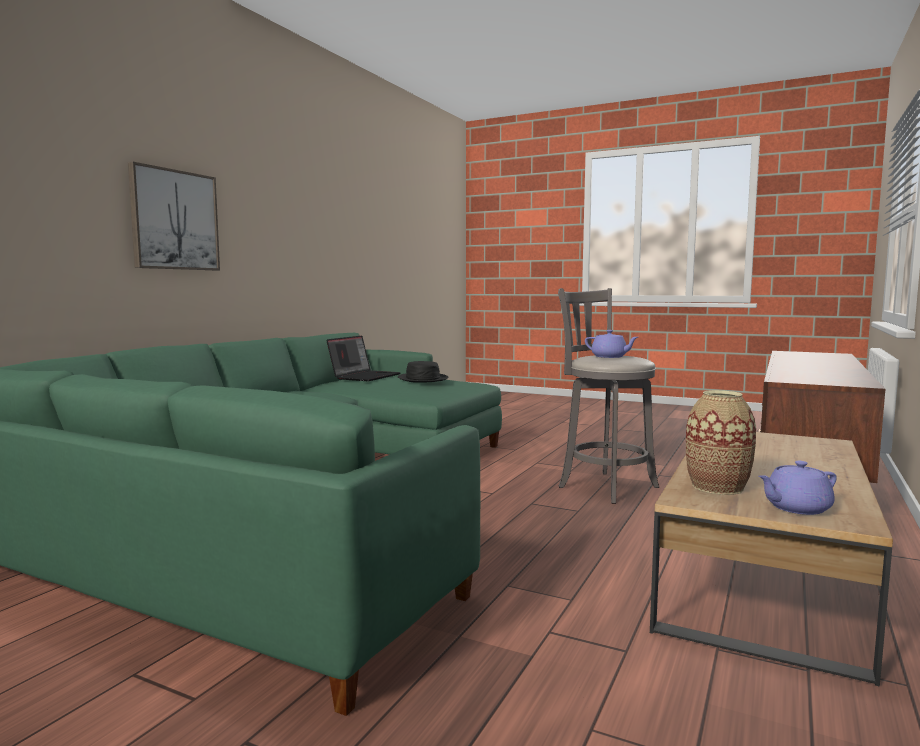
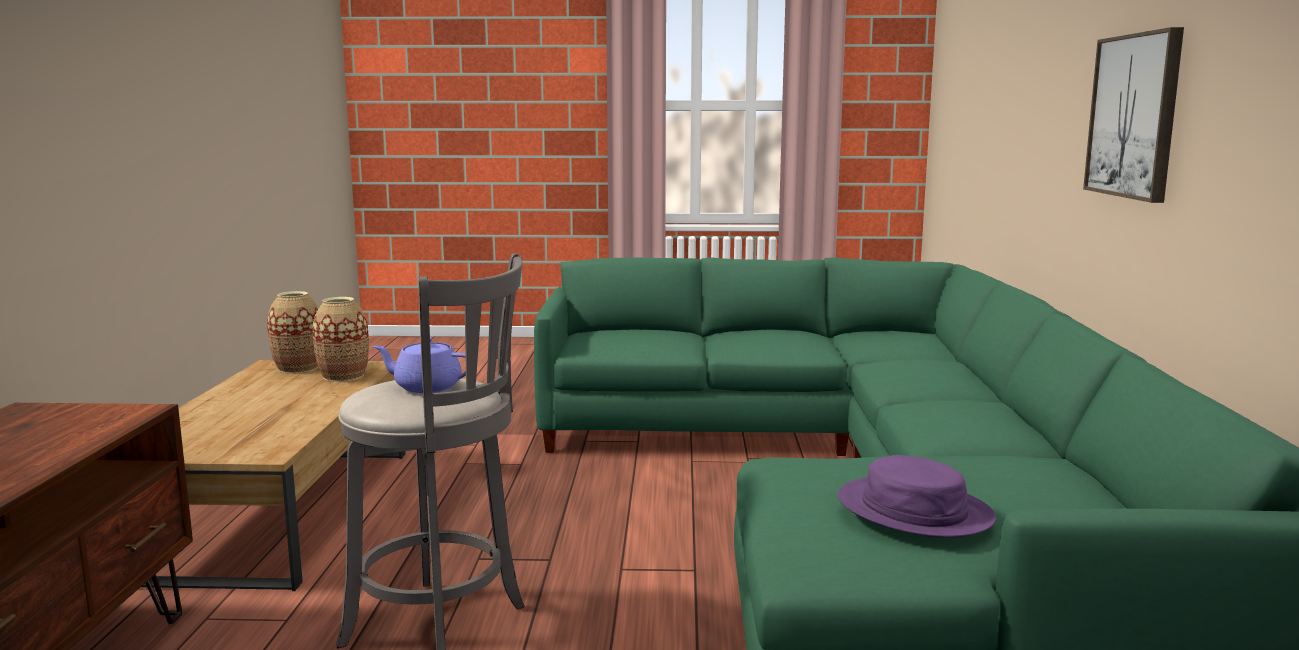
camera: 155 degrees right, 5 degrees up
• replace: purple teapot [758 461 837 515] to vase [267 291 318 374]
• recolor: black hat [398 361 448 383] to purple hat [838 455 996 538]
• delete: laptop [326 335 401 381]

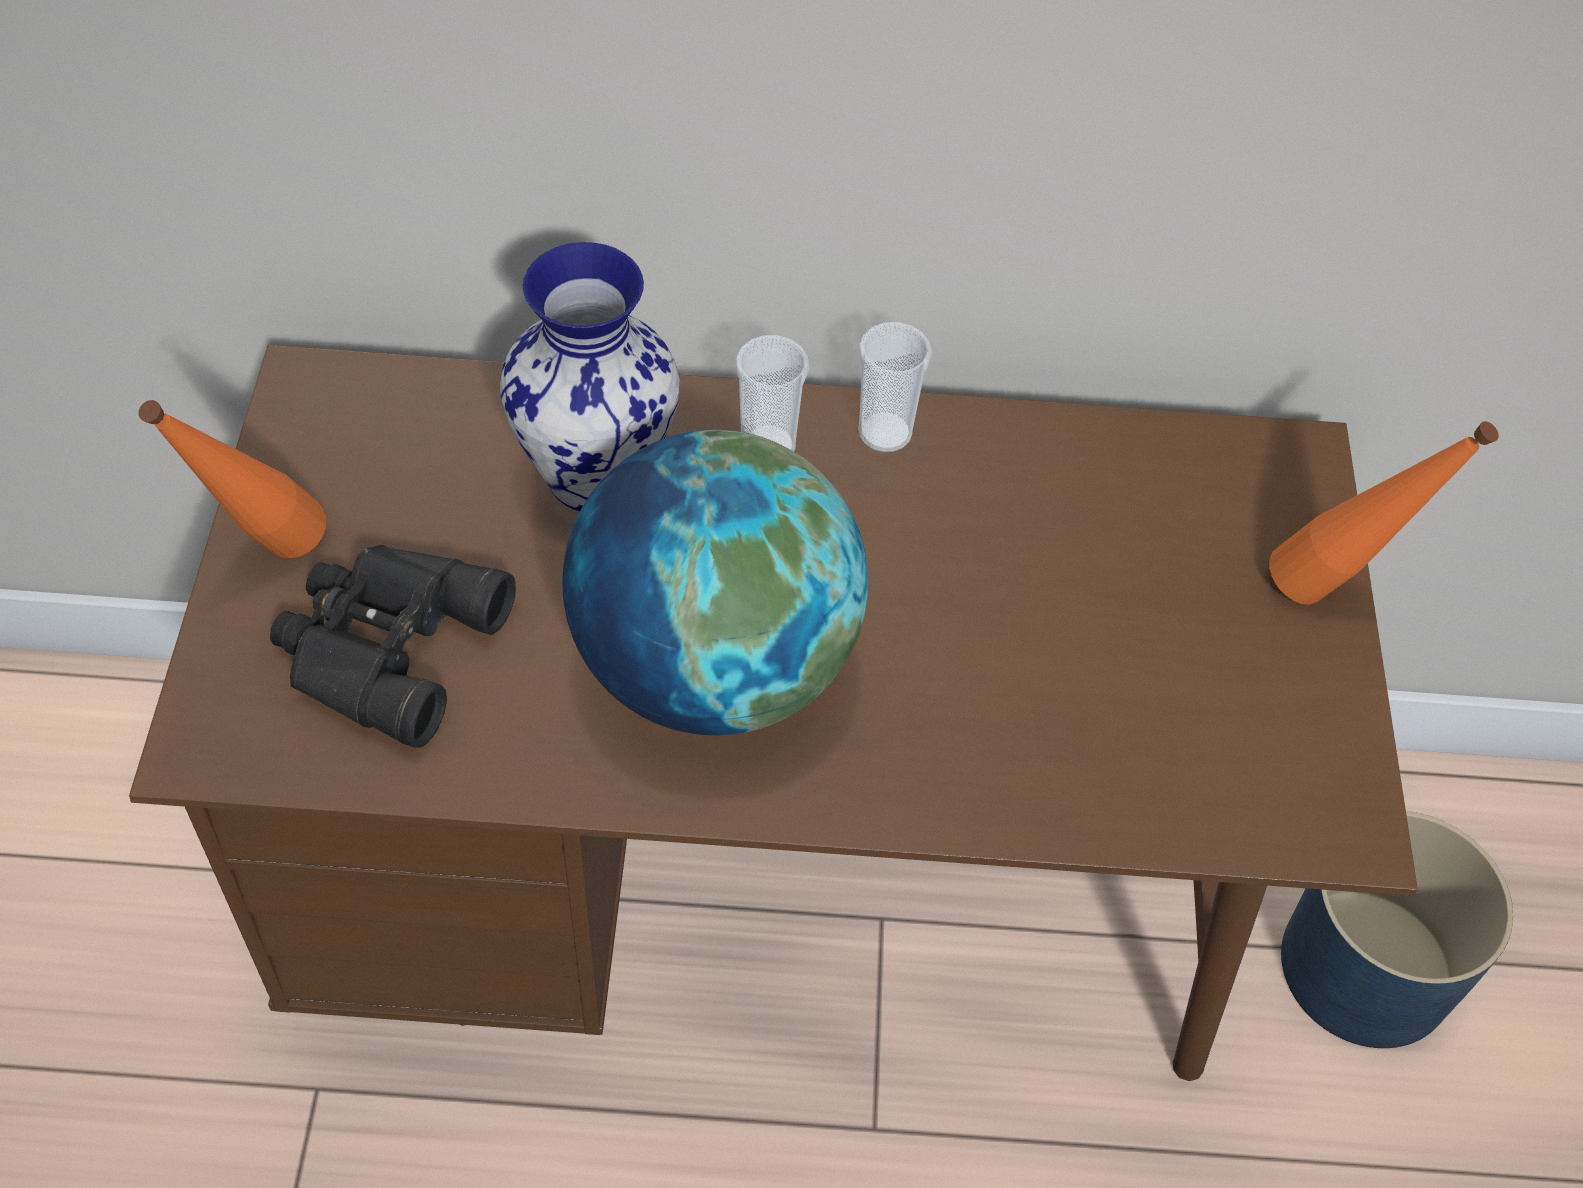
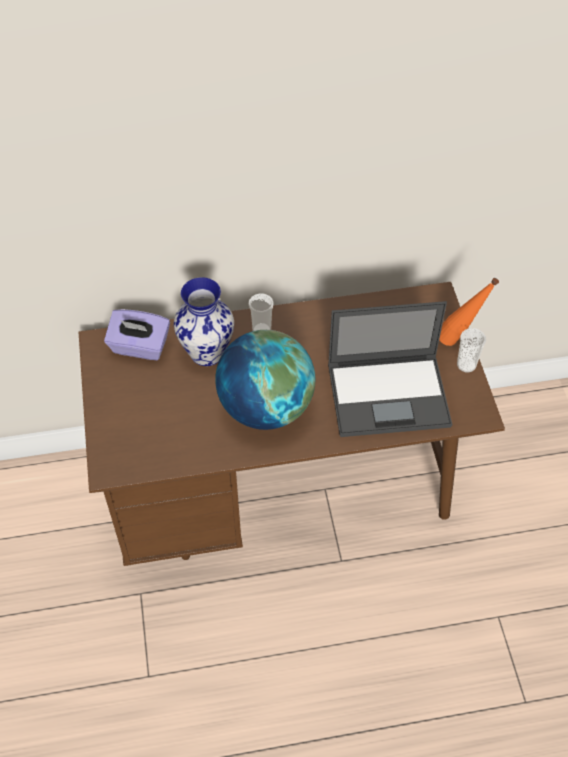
camera: 10 degrees left, 0 degrees up
• insert: purple tissue box [104 309 170 360]
• insert: laptop [328 301 452 437]
• move: cup [858 322 932 452] to [457 328 486 373]
• delete: orange bottle [138 400 326 558]
• delete: black binoculars [270 545 516 748]
• delete: blue planter [1281 811 1513 1048]

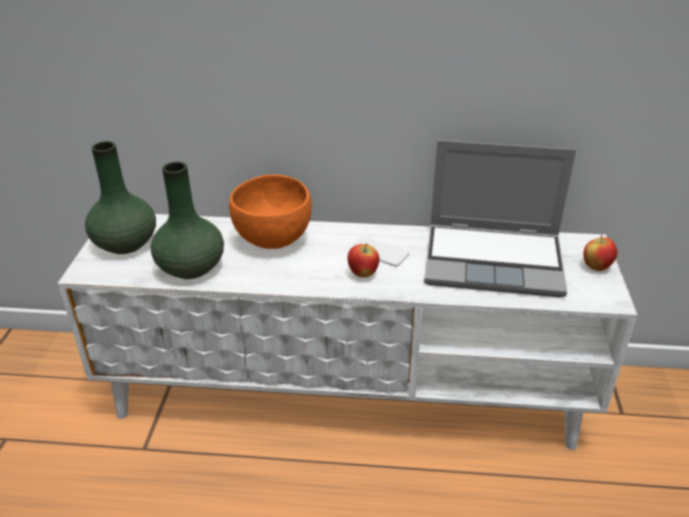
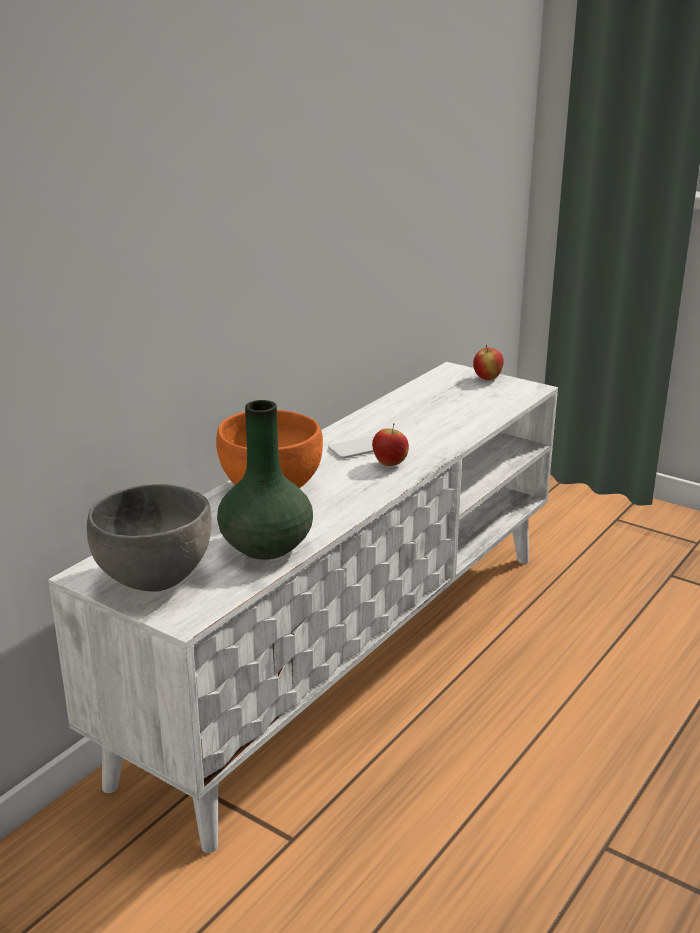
camera: 60 degrees left, 10 degrees down
• replace: green vase [85 141 156 254] to grey bowl [87 484 212 591]
• delete: laptop [424 140 576 297]

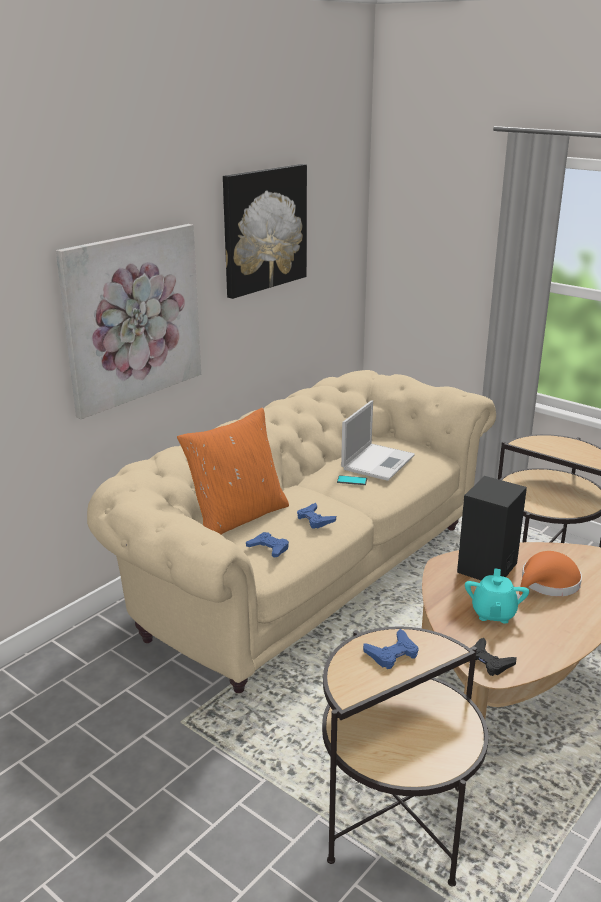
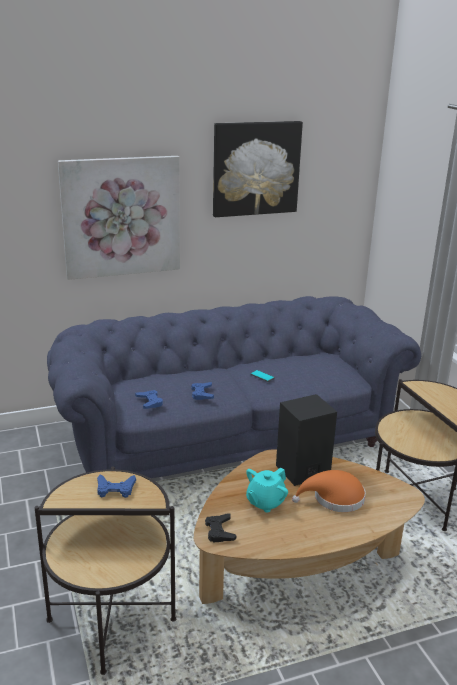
camera: 30 degrees right, 0 degrees up
• recolor: beige sofa [87 370 496 693] to blue sofa [47 296 421 478]
• delete: orange pillow [177 408 289 534]
• delete: laptop [341 400 415 481]

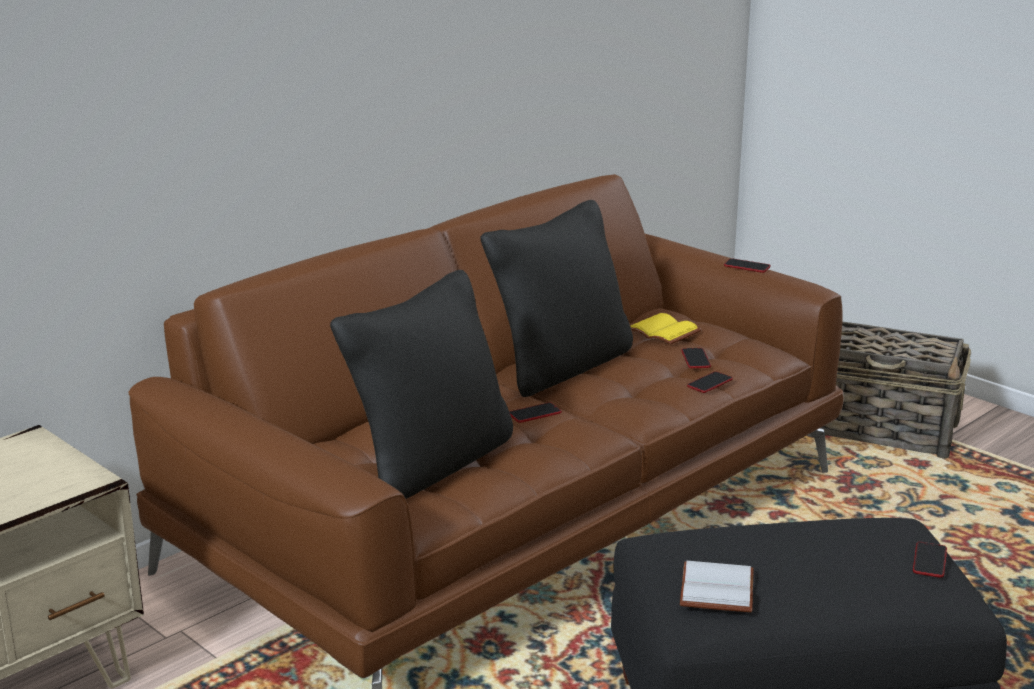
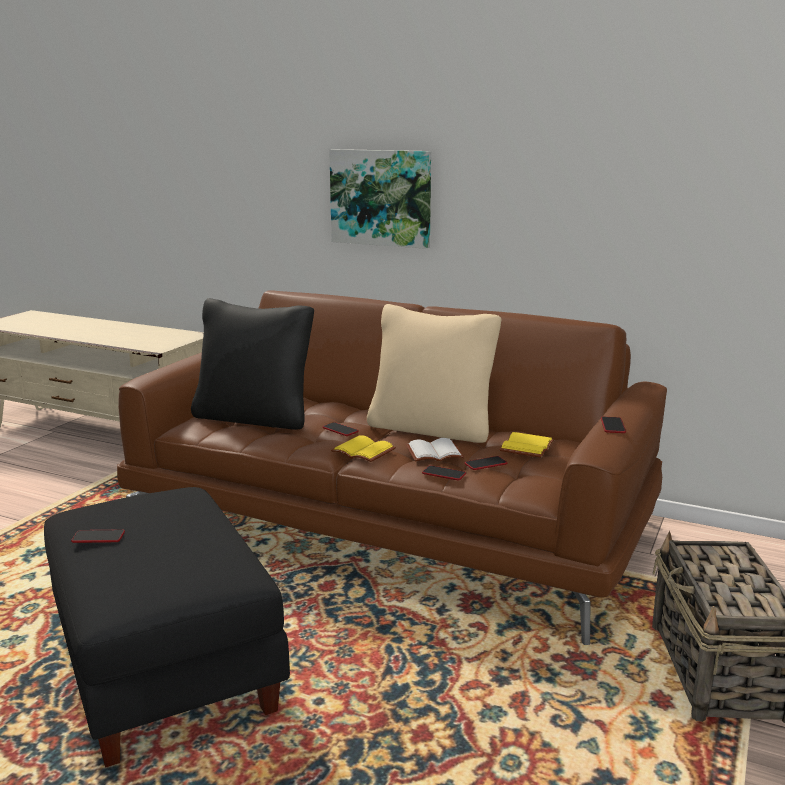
camera: 70 degrees right, 5 degrees down
• move: phone [913 542 947 578] to [71 529 125 543]
• insert: picture [329 149 431 249]
• insert: yellow book [331 436 396 462]
• recolor: black pillow [480 200 633 397] to beige pillow [367 304 501 443]
• move: white book [680 561 753 612] to [406 438 464 462]

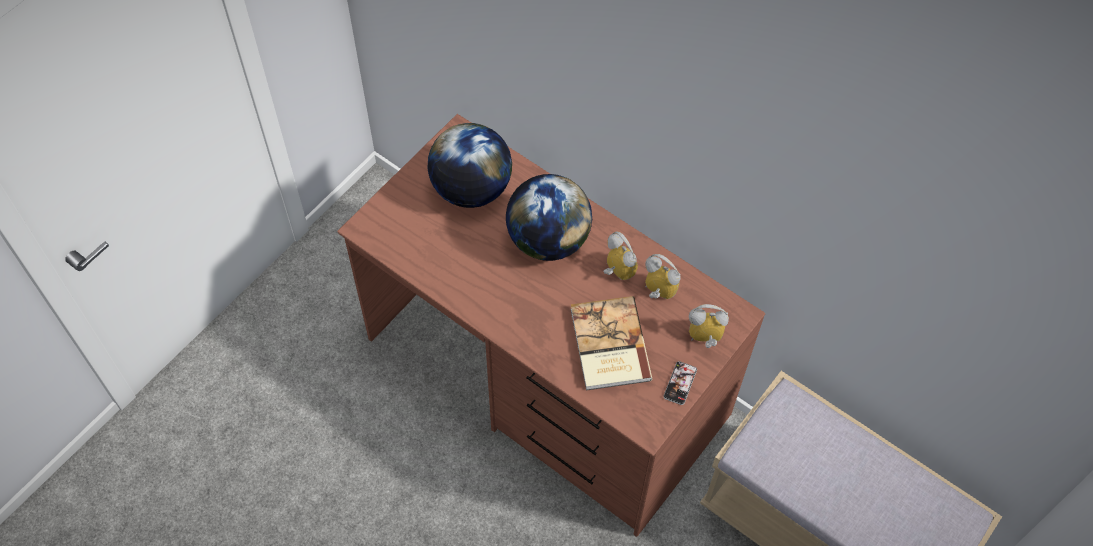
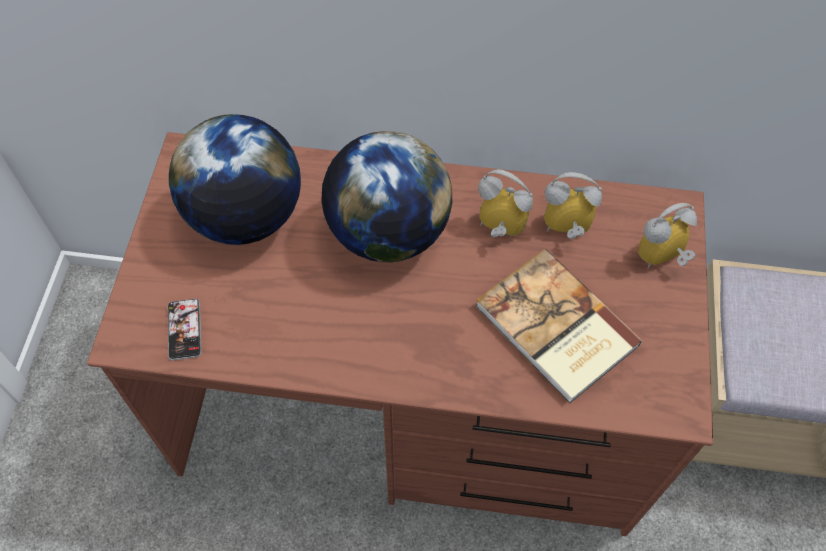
camera: 30 degrees left, 0 degrees up
• move: phone [663 361 697 405] to [168 299 202 360]

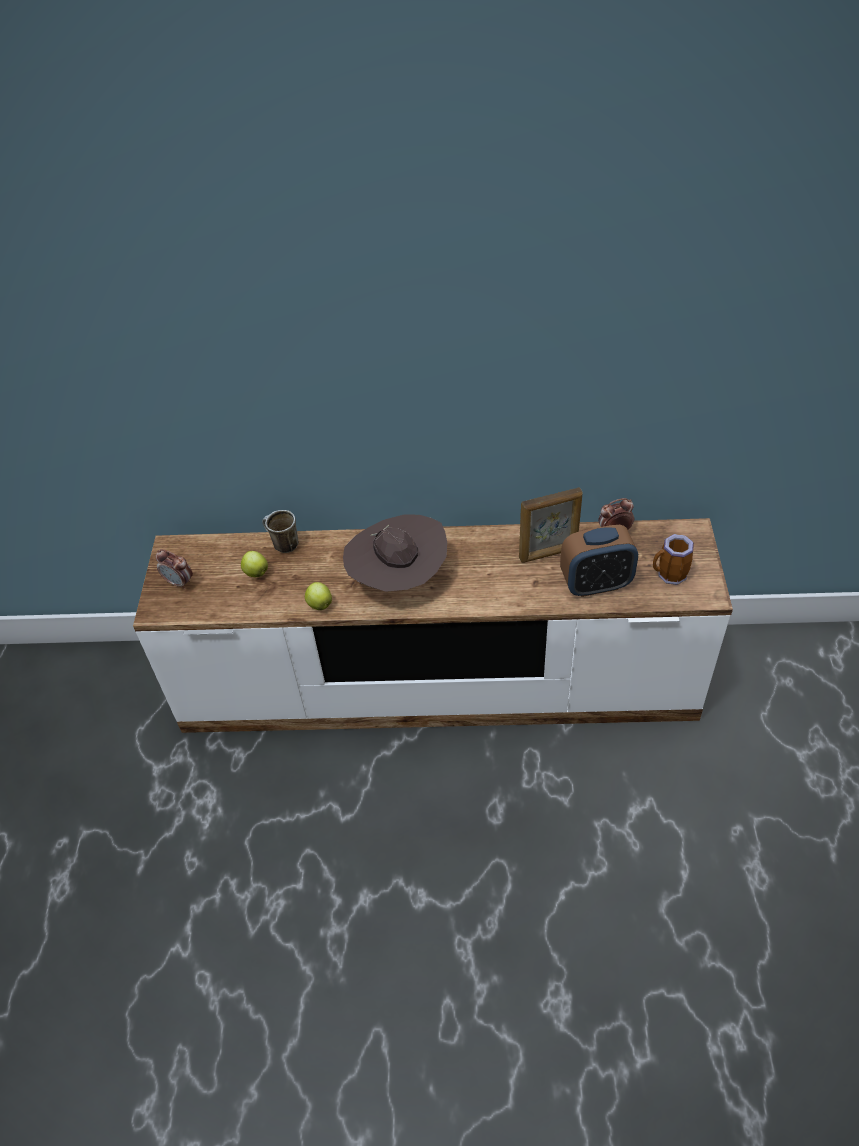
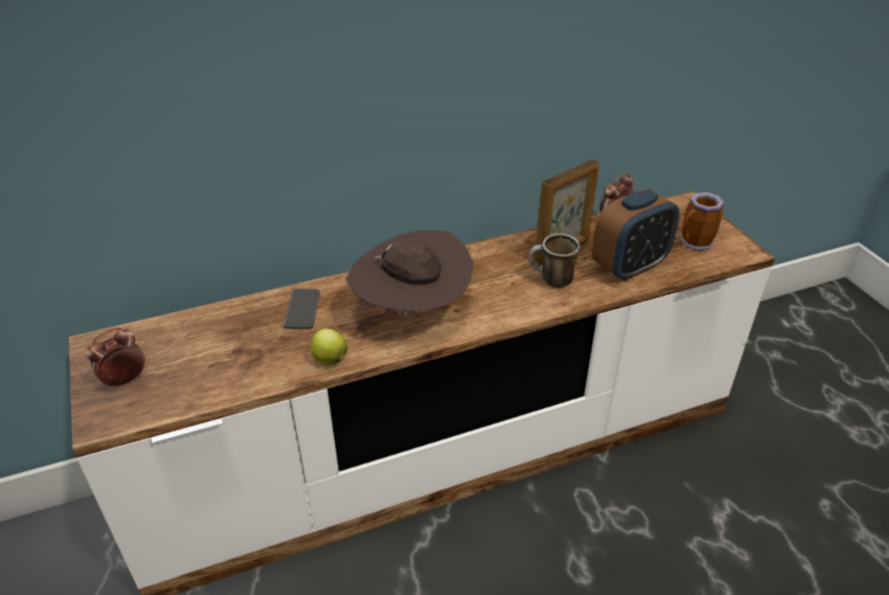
camera: 25 degrees left, 10 degrees down
• rotate: alarm clock [156 549 193 589] = [86 327 145 389] 135 degrees clockwise
• insert: phone [284 289 320 329]
• move: mug [262 510 299 553] to [529 233 580 288]
• delete: apple [241 551 268 577]

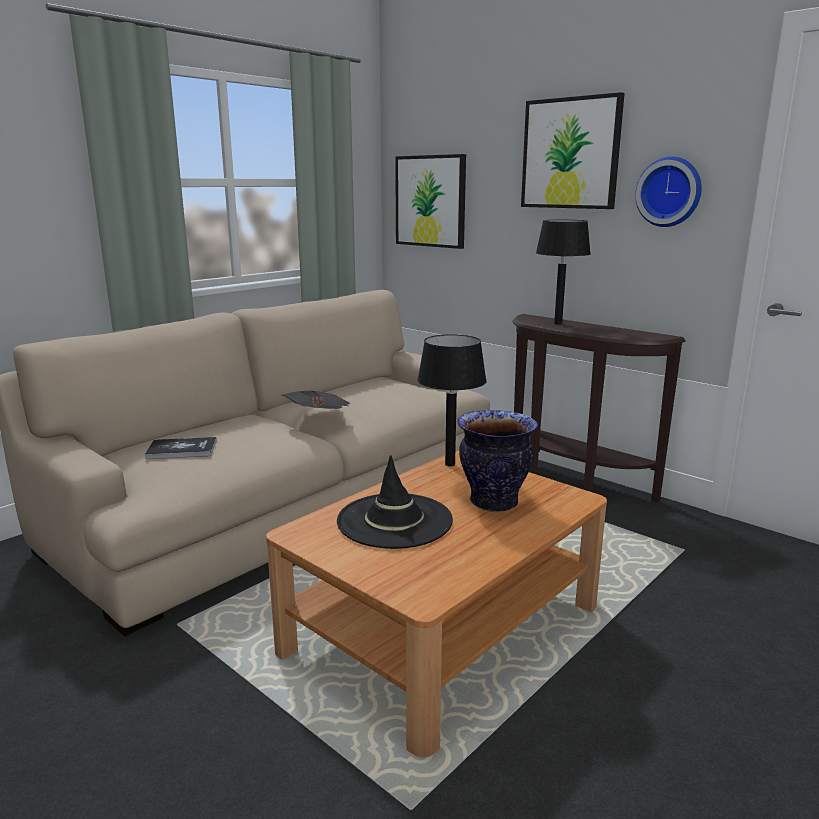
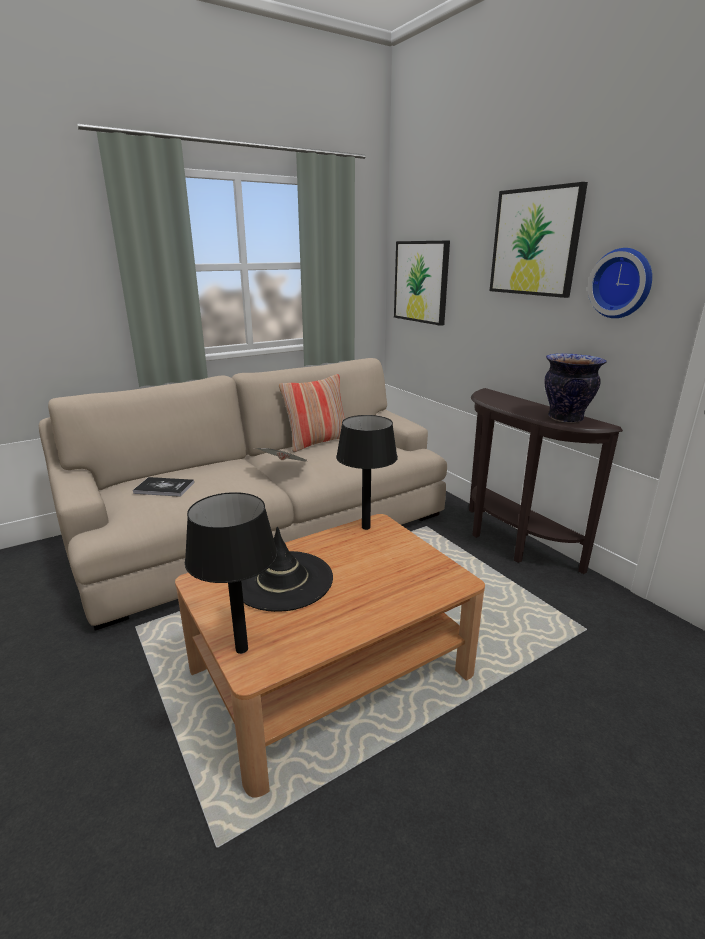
camera: 15 degrees right, 5 degrees up
• move: black table lamp [536 220 591 324] to [185 492 277 654]
• insert: pillow [279 374 345 452]
• move: vase [457 410 538 512] to [544 353 607 423]

